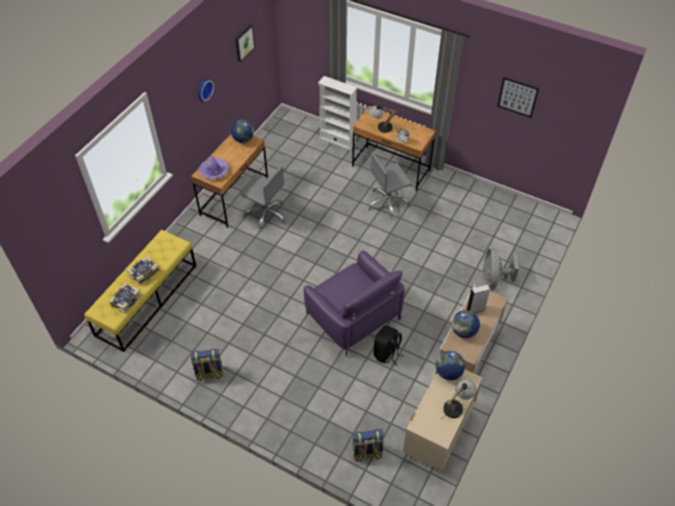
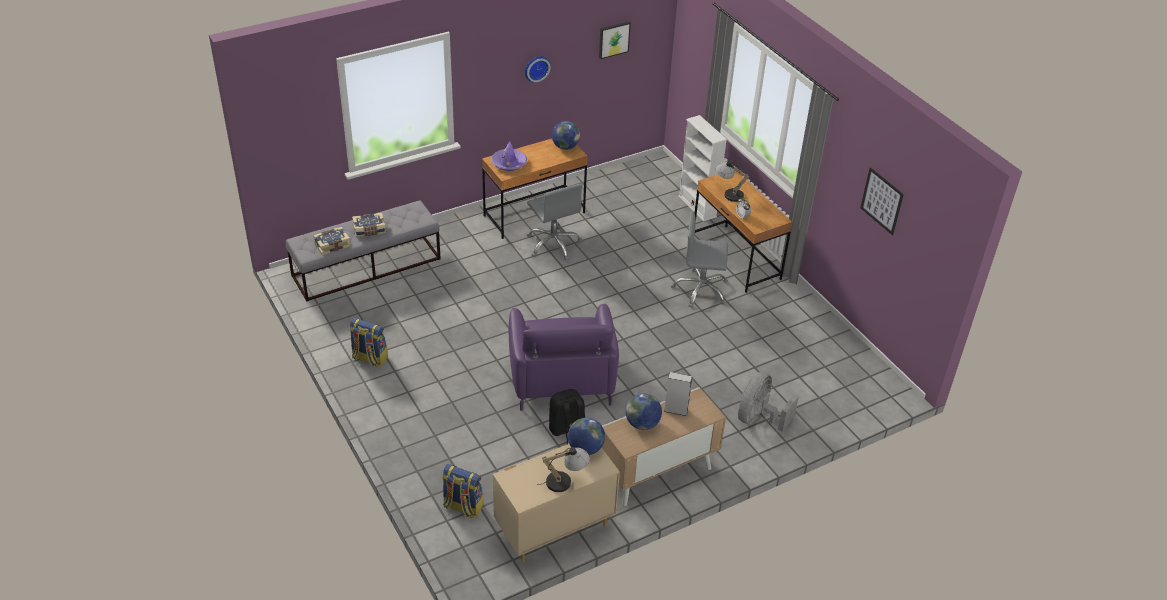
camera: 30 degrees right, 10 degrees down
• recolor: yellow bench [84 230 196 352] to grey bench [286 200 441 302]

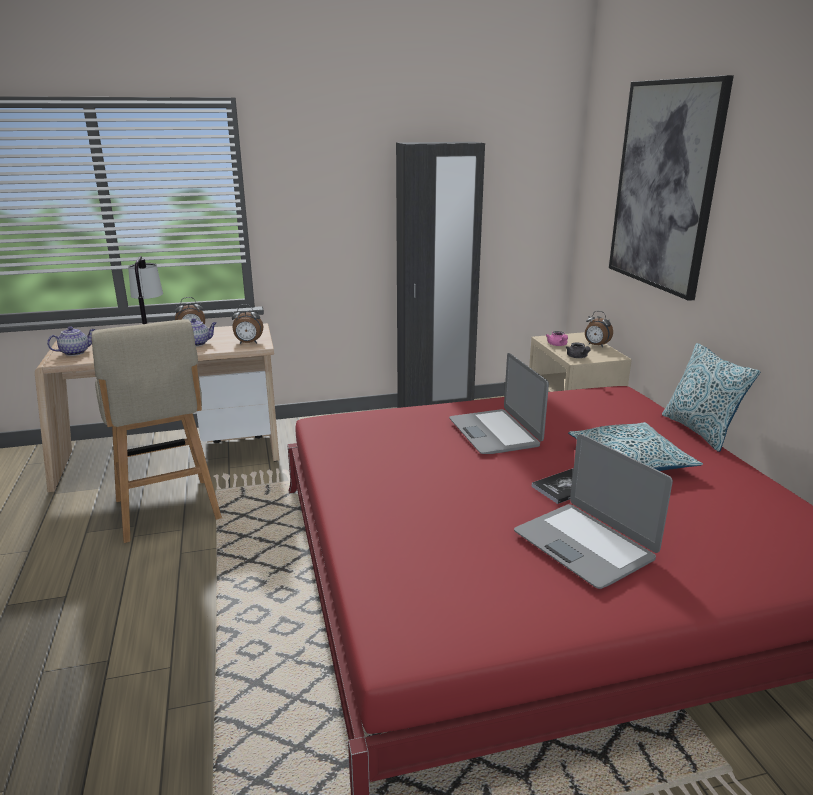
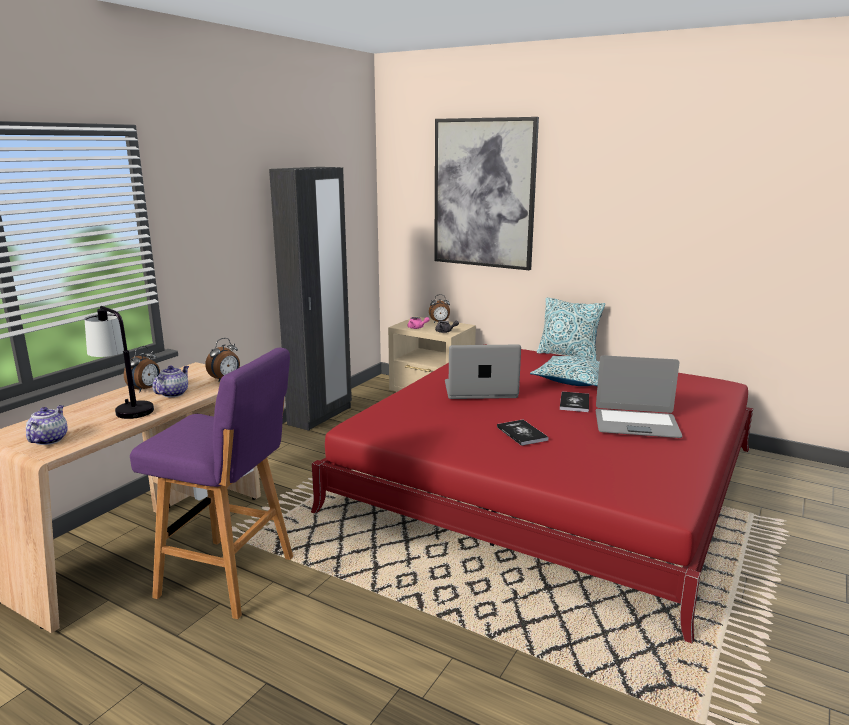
camera: 45 degrees left, 5 degrees down
• recolor: beige stool [91 319 222 543] to purple stool [130 348 293 619]
• rotate: laptop [449 353 549 454] = [445 345 521 399] 150 degrees clockwise
• insert: book [497 420 549 446]

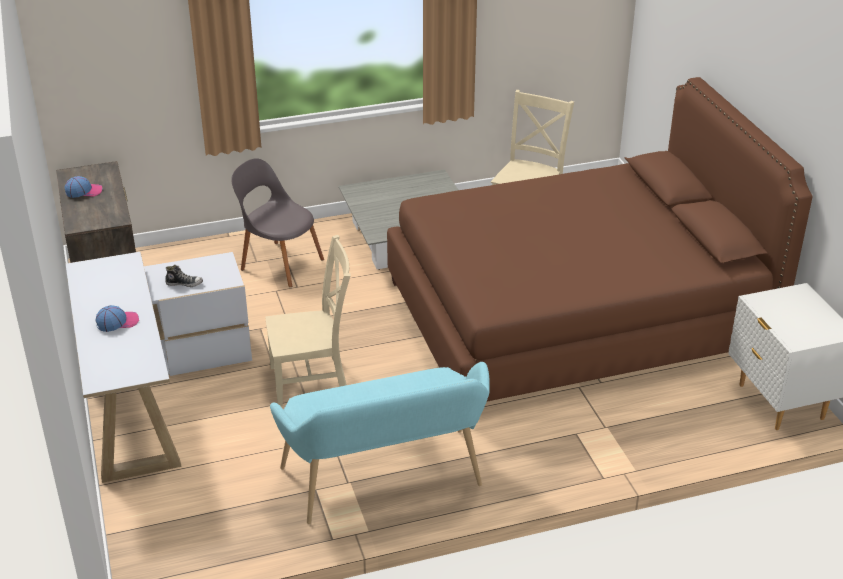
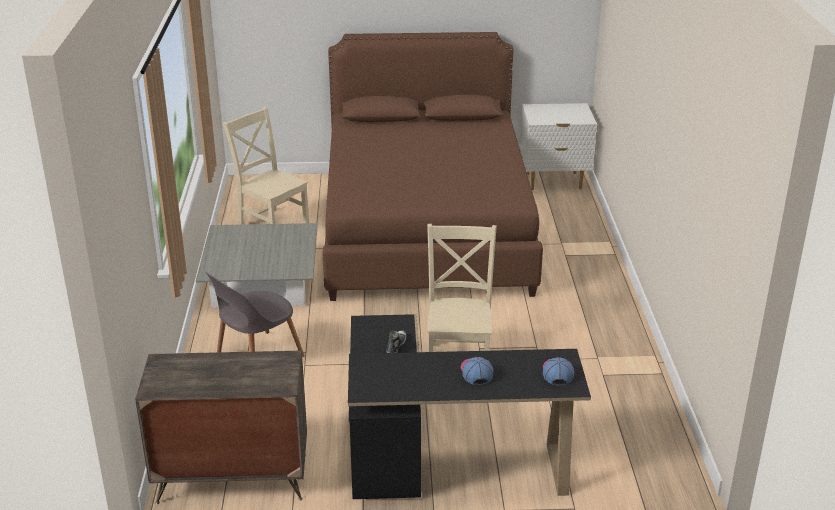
camera: 75 degrees left, 5 degrees down
• recolor: white desk [66 252 252 483] to black desk [348 314 591 499]
• move: cap [64 176 102 198] to [543 357 574 386]
• delete: turquoise bench [270 362 490 524]

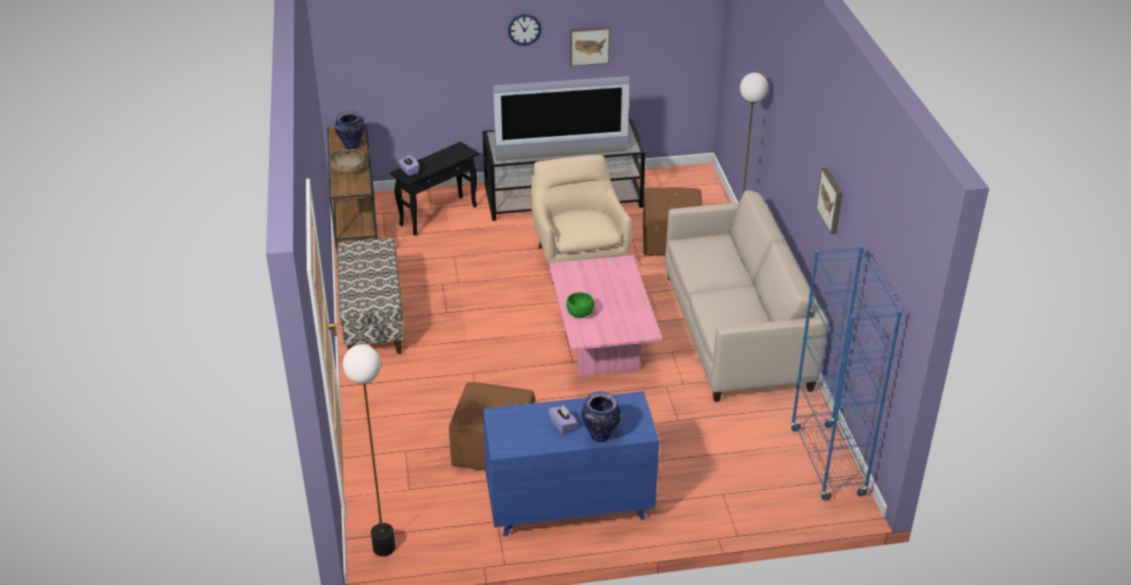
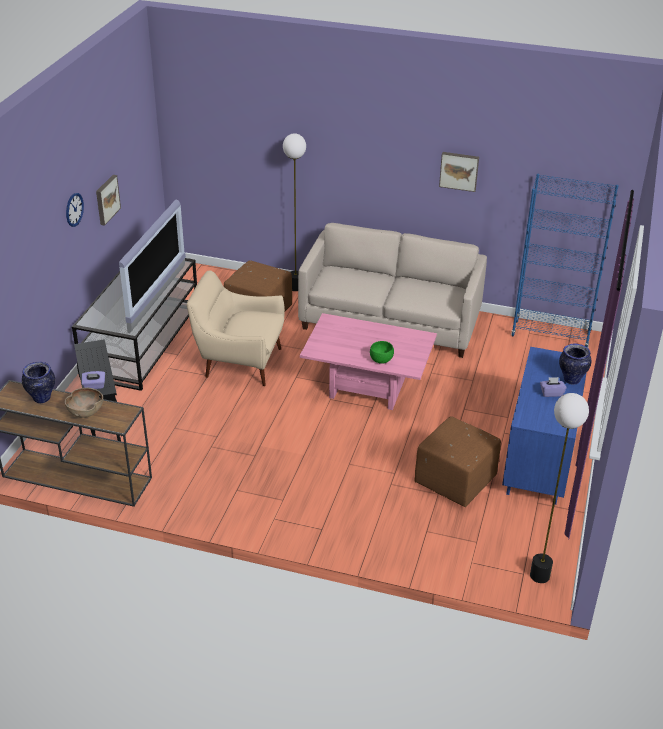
camera: 65 degrees left, 0 degrees up
• delete: bench [337 238 404 354]

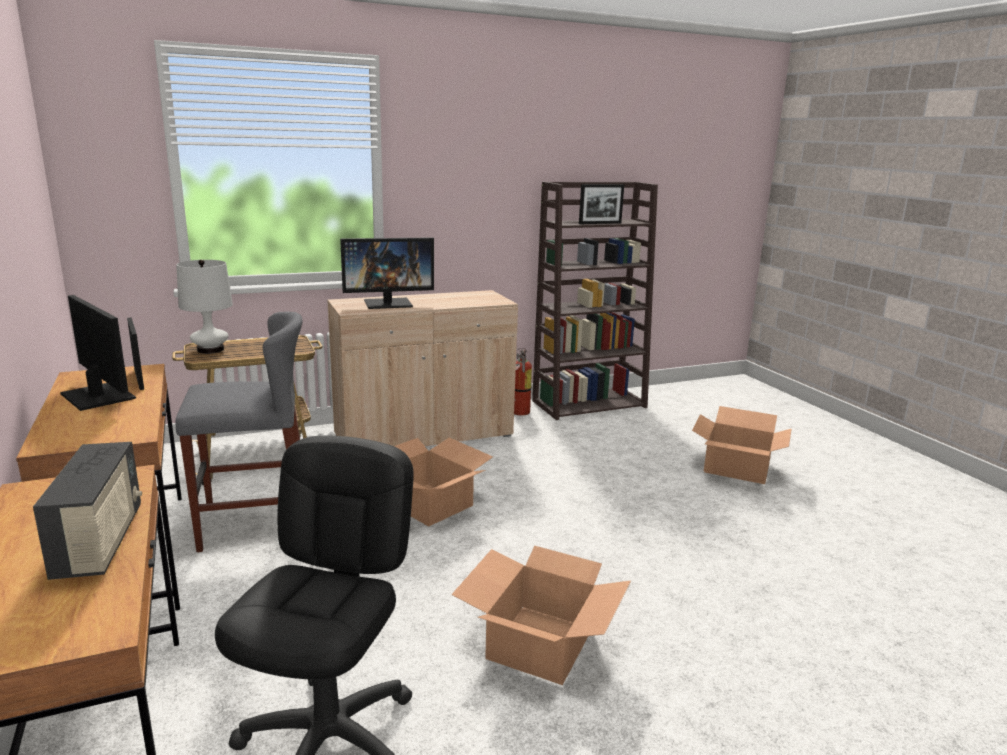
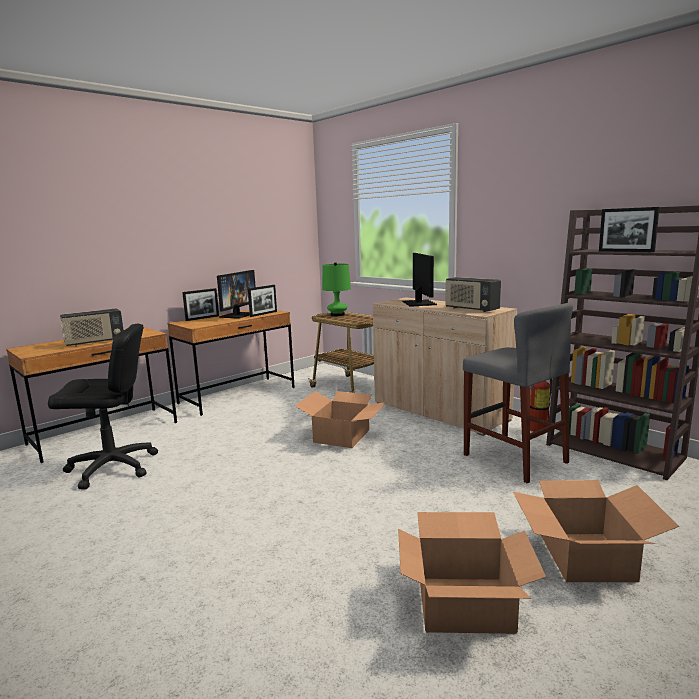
camera: 70 degrees right, 5 degrees down
• insert: picture frame [182 288 219 321]
• recolor: white table lamp [176 260 233 354] to green table lamp [322 262 351 316]
• move: cardboard box [452 546 631 685] to [398 512 546 634]
• rotate: monitor [340 237 434 309] = [403 253 437 307] 150 degrees counterclockwise
• insert: radio [445 277 501 312]
• move: grey stool [176 312 302 552] to [463 303 573 483]

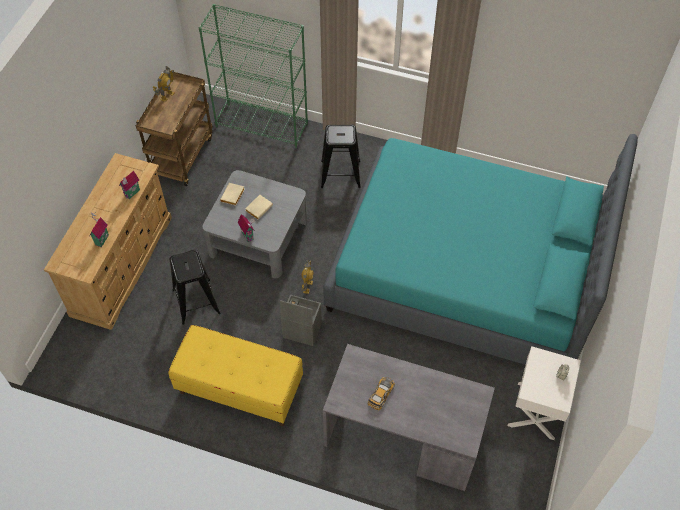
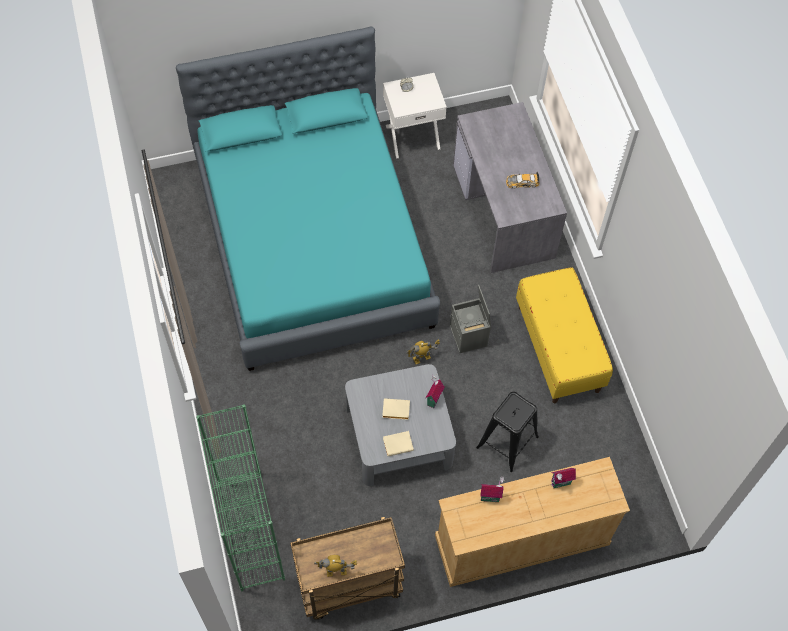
camera: 125 degrees left, 5 degrees up
• delete: black stool [321 125 361 188]

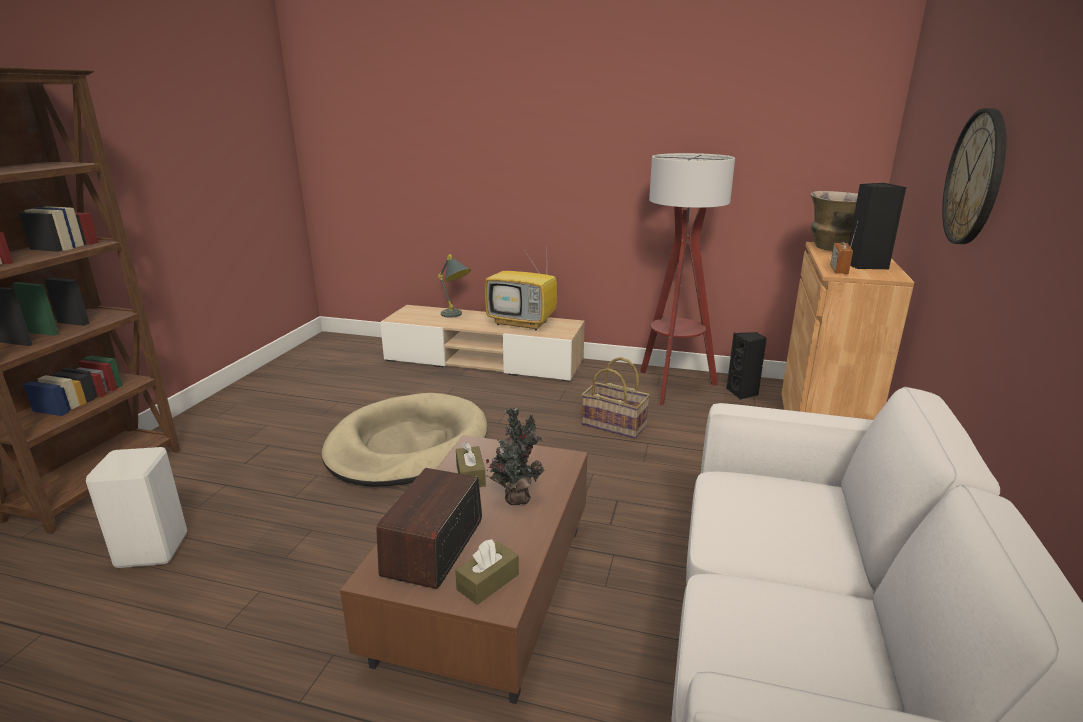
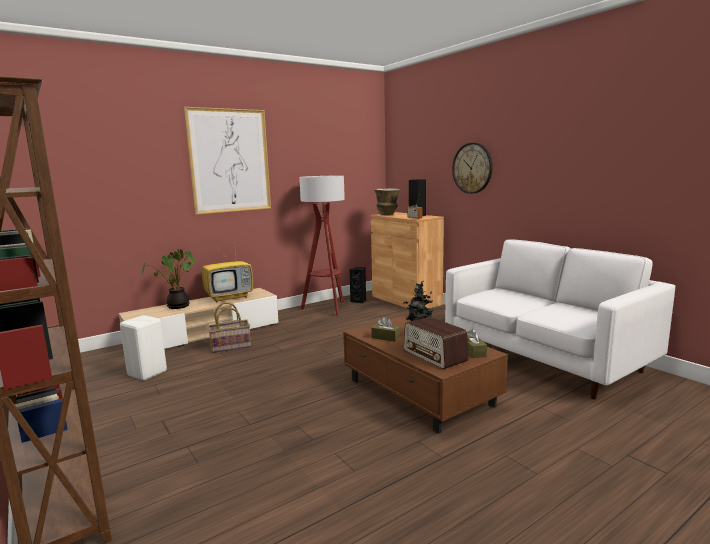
camera: 50 degrees left, 10 degrees down
• move: white stool [86 447 187 568] to [120 315 167 380]
• replace: grey table lamp [438 254 471 318] to potted plant [142 249 195 309]
• insert: picture [184 107 271 215]
• move: basket [581 357 650 439] to [208 302 251 353]
• delete: beige dog bed [322 393 487 487]

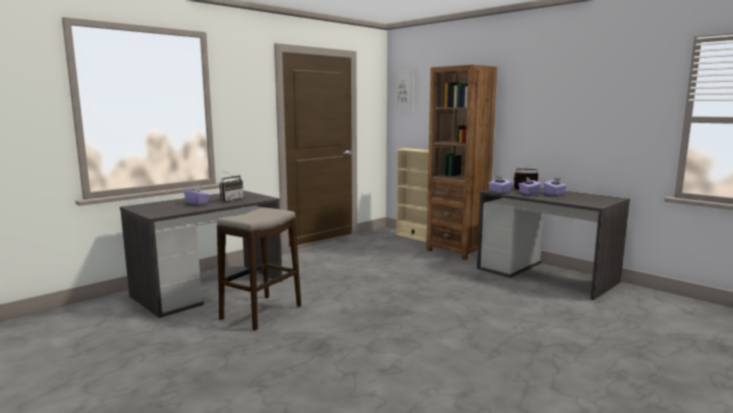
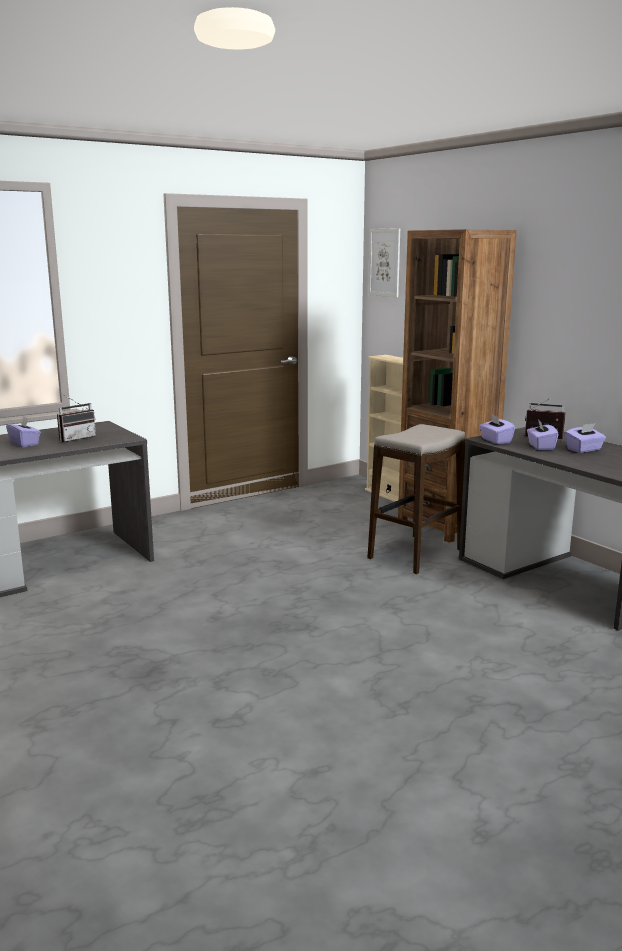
camera: 10 degrees right, 5 degrees up
• move: stool [217 207 301 330] to [367 424 466 574]

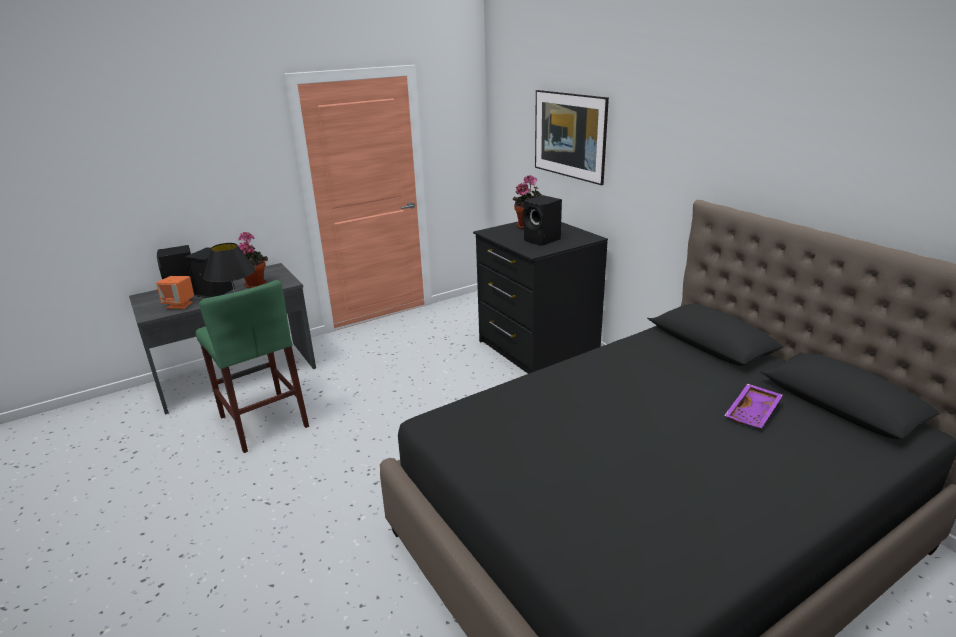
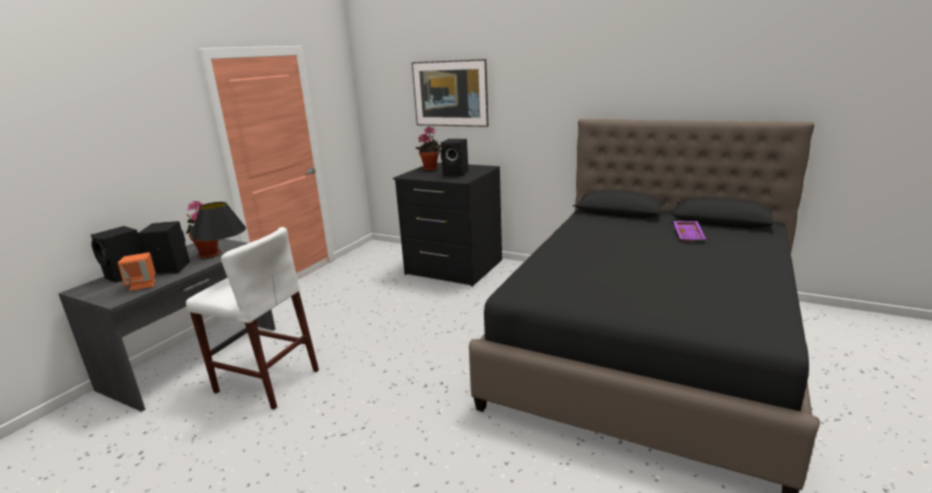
camera: 30 degrees left, 5 degrees down
• recolor: green stool [196 280 309 453] to white stool [186 227 319 410]

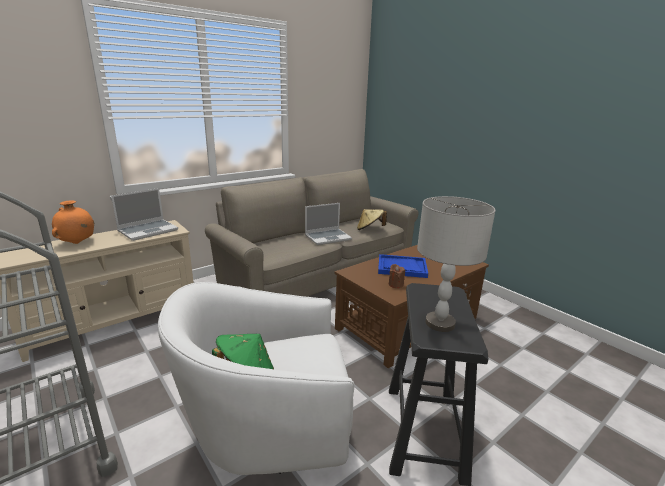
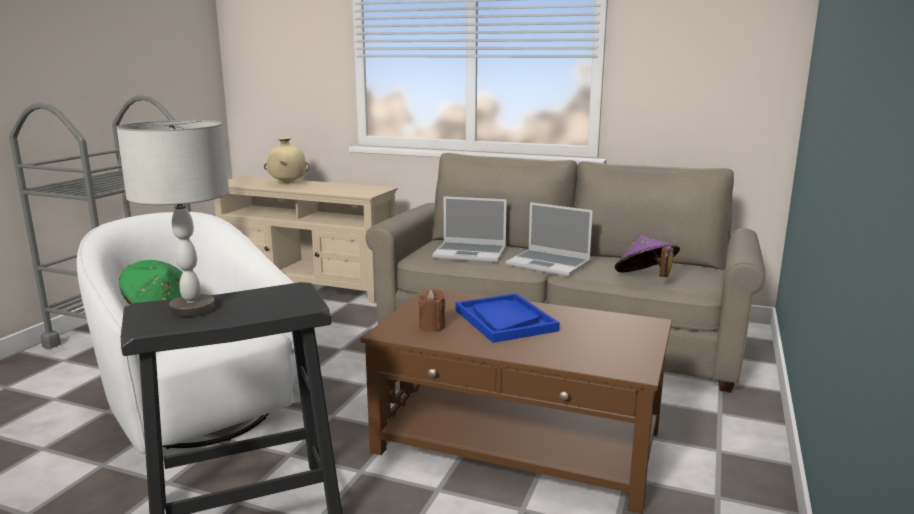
camera: 60 degrees right, 5 degrees down
• recolor: orange vase [52 200 94 244] to beige vase [264 137 310 184]
• move: laptop [111 188 178 241] to [432 196 507 263]
• recolor: beige hat [357 209 387 230] to purple hat [615 235 680 277]

